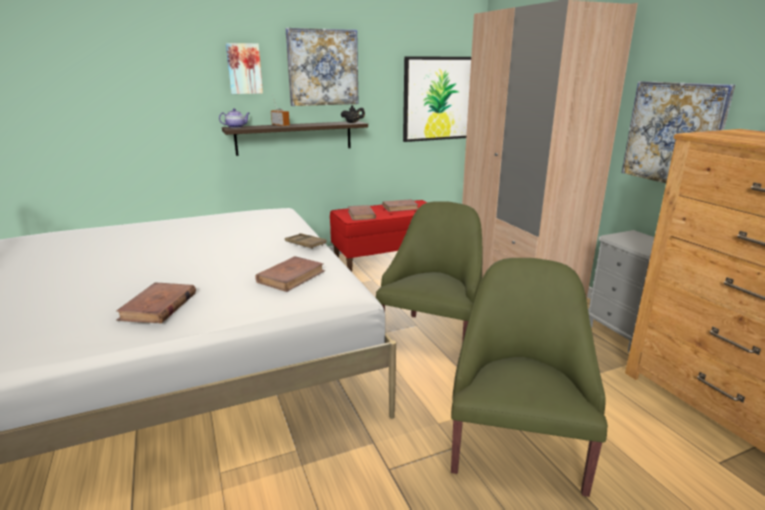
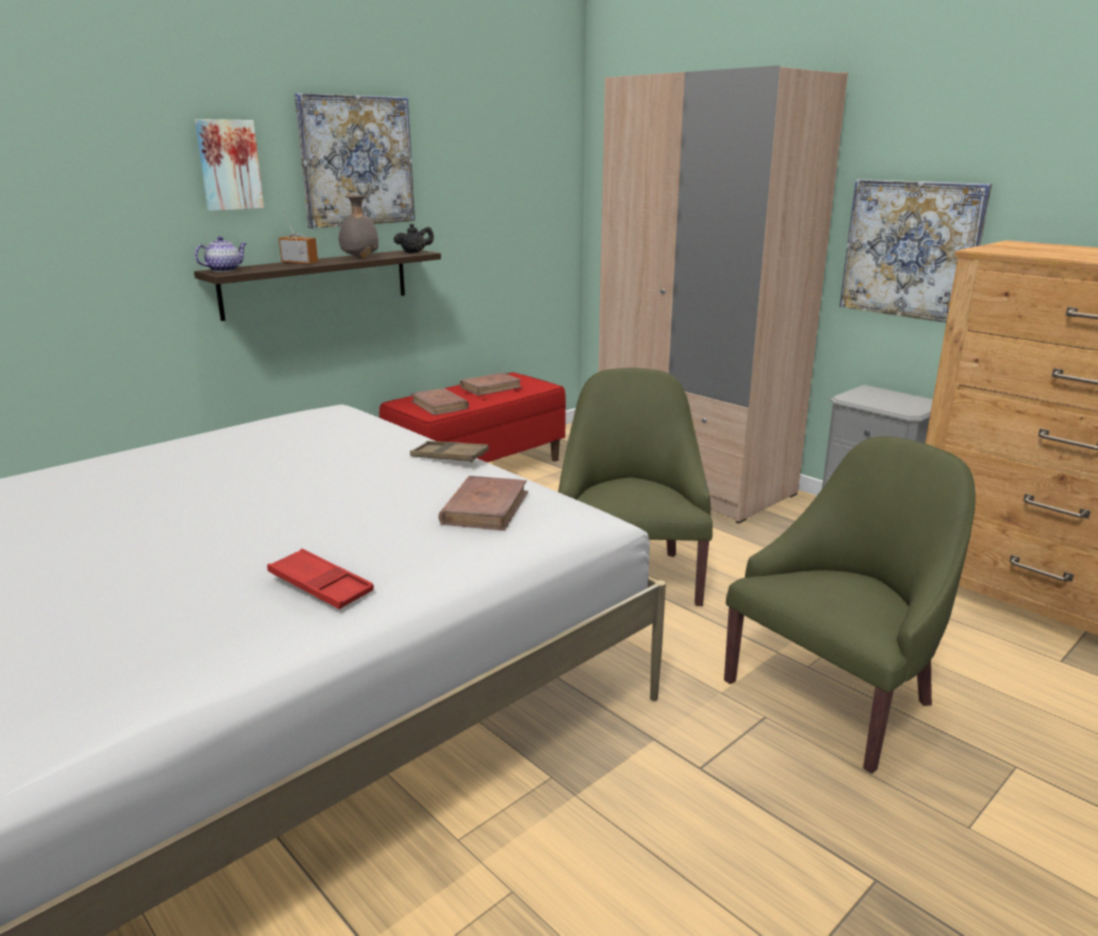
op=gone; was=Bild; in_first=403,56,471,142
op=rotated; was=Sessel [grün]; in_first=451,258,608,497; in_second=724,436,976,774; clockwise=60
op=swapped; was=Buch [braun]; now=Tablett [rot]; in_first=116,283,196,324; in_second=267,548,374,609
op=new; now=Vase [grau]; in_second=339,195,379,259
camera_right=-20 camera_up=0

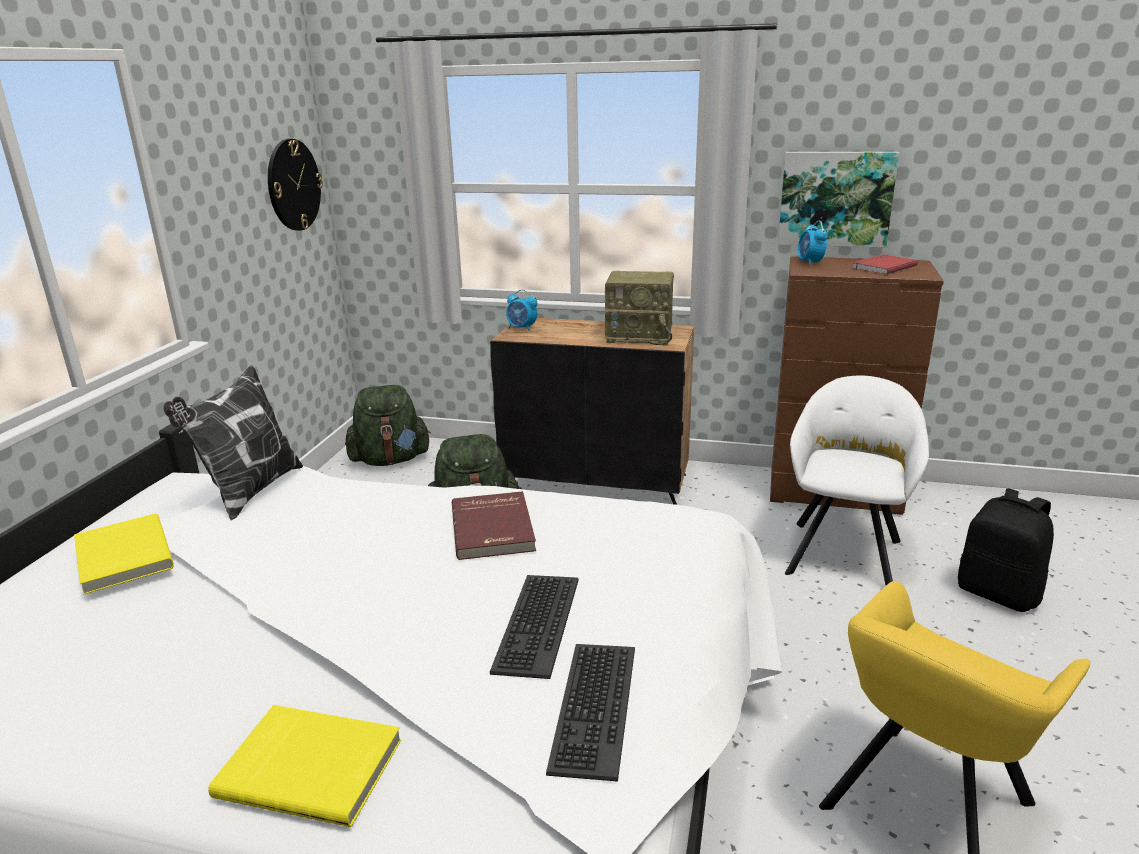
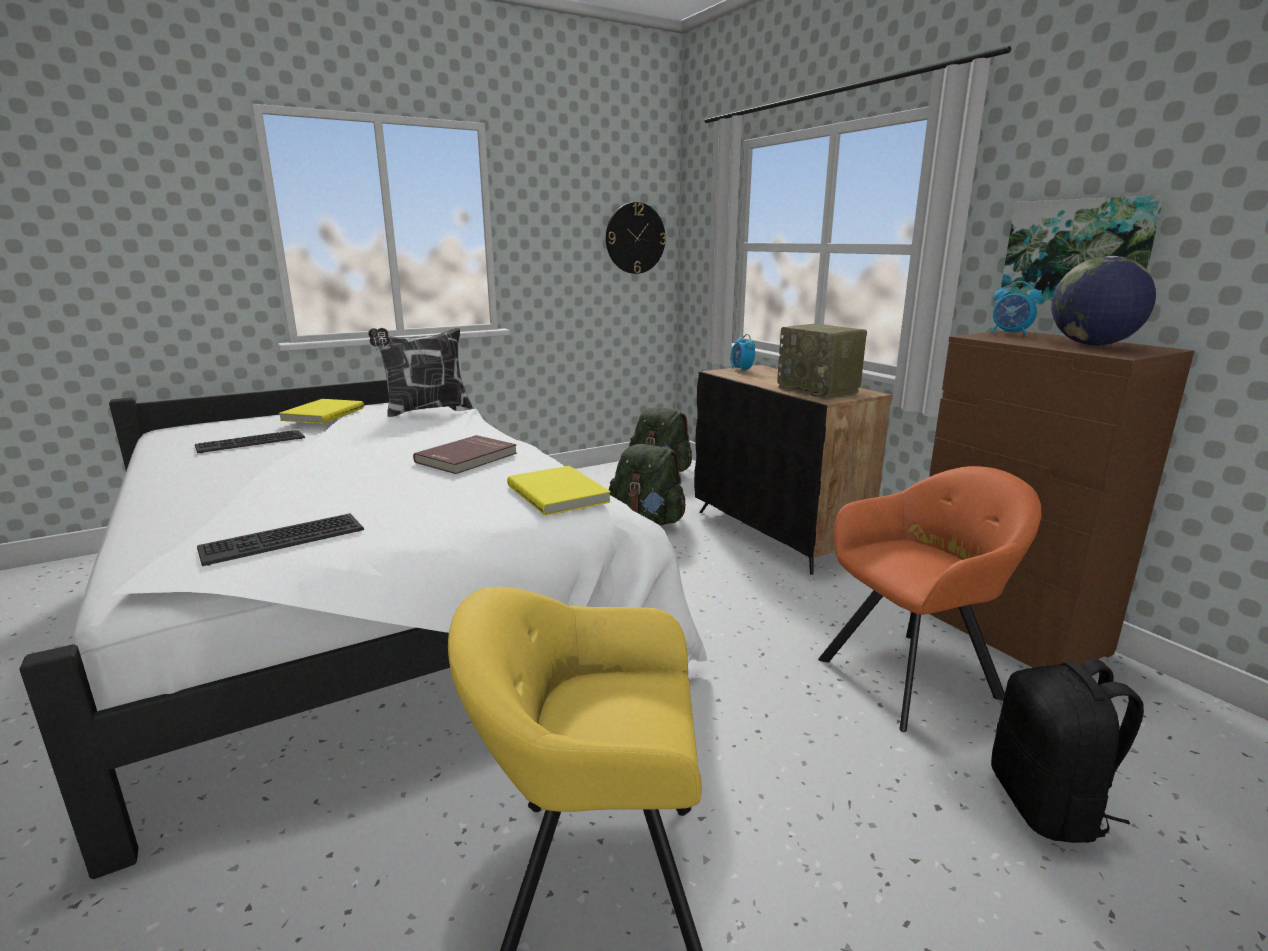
op=rotated; was=Wecker; in_first=798,221,828,266; in_second=991,281,1042,336; clockwise=-90
op=swapped; was=Buch [rot]; now=Globus; in_first=852,254,918,275; in_second=1051,256,1156,345
op=repainted; was=Sessel [weiß]; now=Sessel [orange]; in_first=785,376,929,585; in_second=818,466,1041,732
op=shifted; was=Tastatur; in_first=490,575,579,679; in_second=195,430,305,453
op=shifted; was=Buch [gelb]; in_first=208,705,401,827; in_second=507,466,611,516
camera_right=45 camera_up=-5

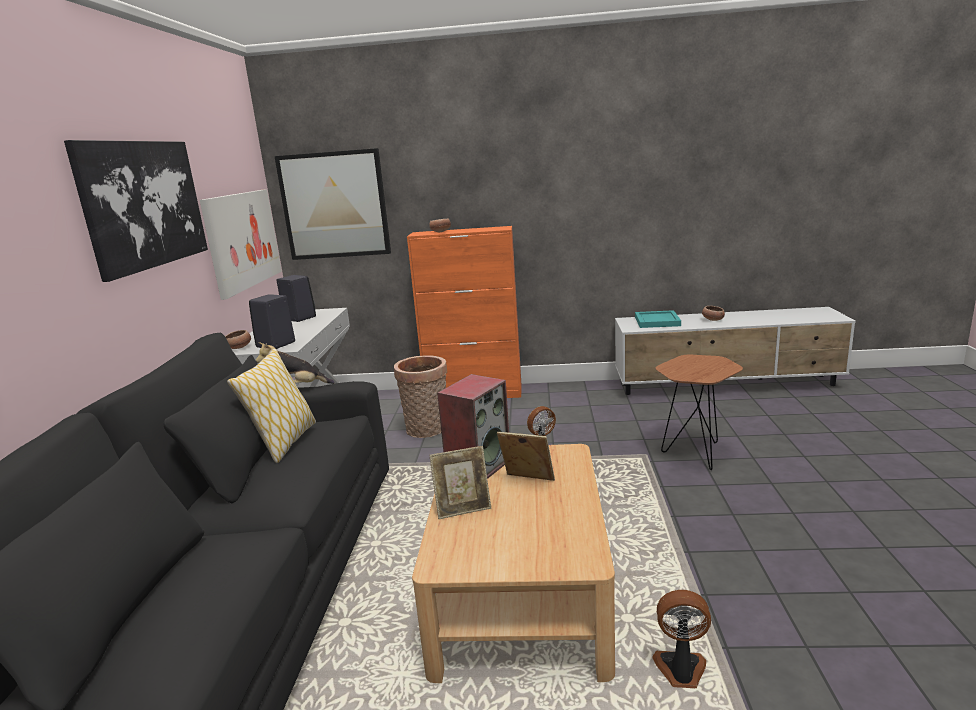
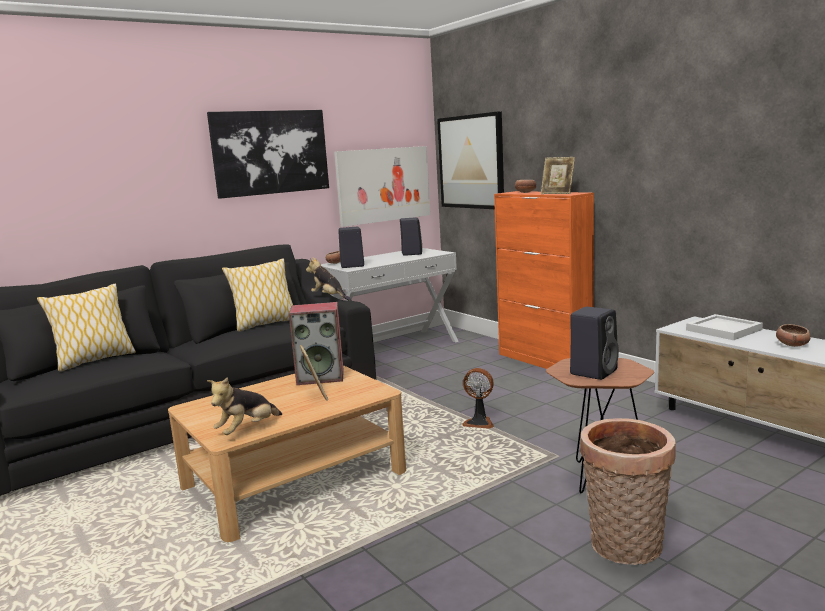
op=repainted; was=Tablett [türkis]; now=Tablett [weiß]; in_first=635,310,681,328; in_second=686,314,763,340
op=shifted; was=Korb; in_first=394,355,447,438; in_second=580,418,676,565
op=shifted; was=Bilderrahmen; in_first=429,446,491,519; in_second=541,157,575,194
op=gone; was=Ventilator; in_first=653,590,711,688
op=new; now=Kissen; in_second=37,284,136,372
op=new; now=Lautsprecher [schwarz]; in_second=570,307,619,380
op=new; now=Plüschtier; in_second=207,377,282,435
camera_right=50 camera_up=-5

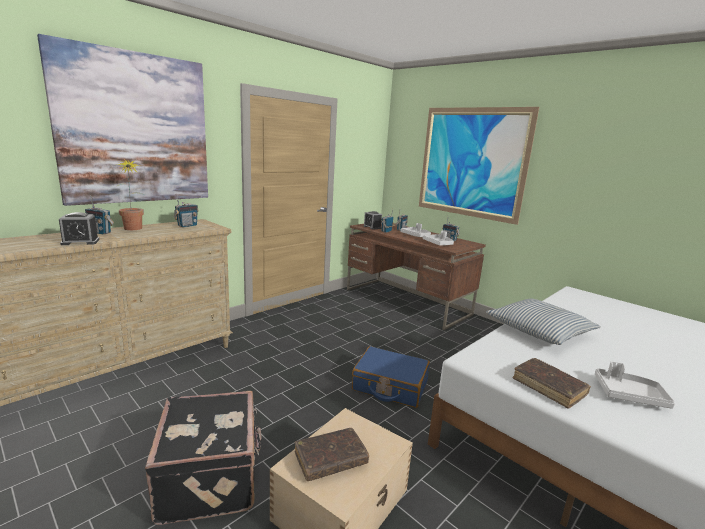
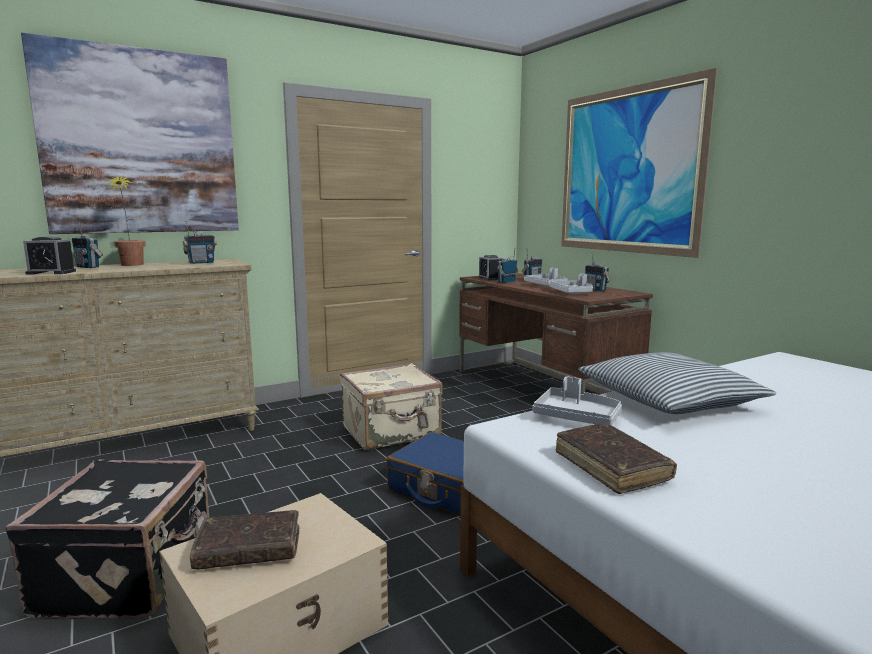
op=shifted; was=Tablett [grau]; in_first=595,361,675,409; in_second=533,376,622,426
op=new; now=Koffer [beige]; in_second=340,363,442,450
camera_right=15 camera_up=-5

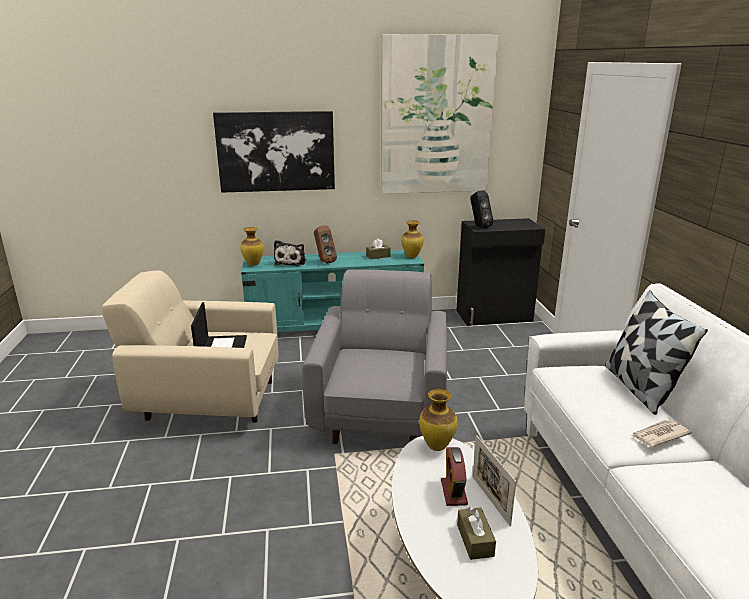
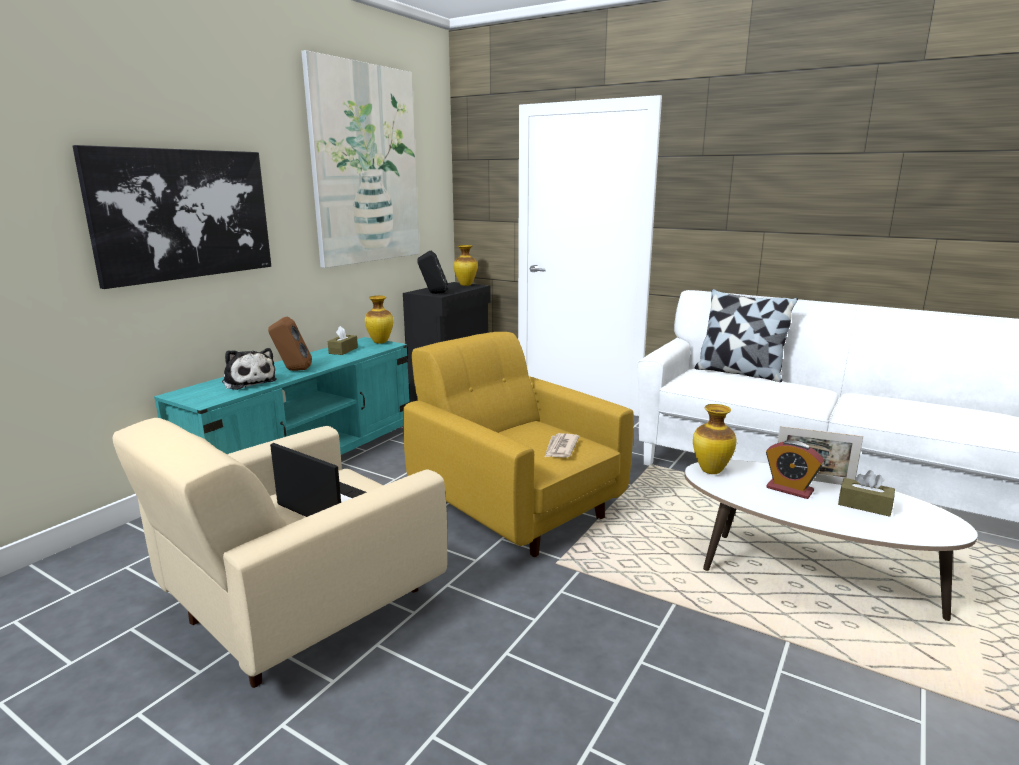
op=shifted; was=Vase; in_first=240,227,264,266; in_second=454,245,478,286
op=repainted; was=Sessel [grau]; now=Sessel [gelb]; in_first=302,269,447,444; in_second=403,332,634,557
op=shifted; was=Zeitung; in_first=631,420,692,447; in_second=544,433,579,458
camera_right=-50 camera_up=-5

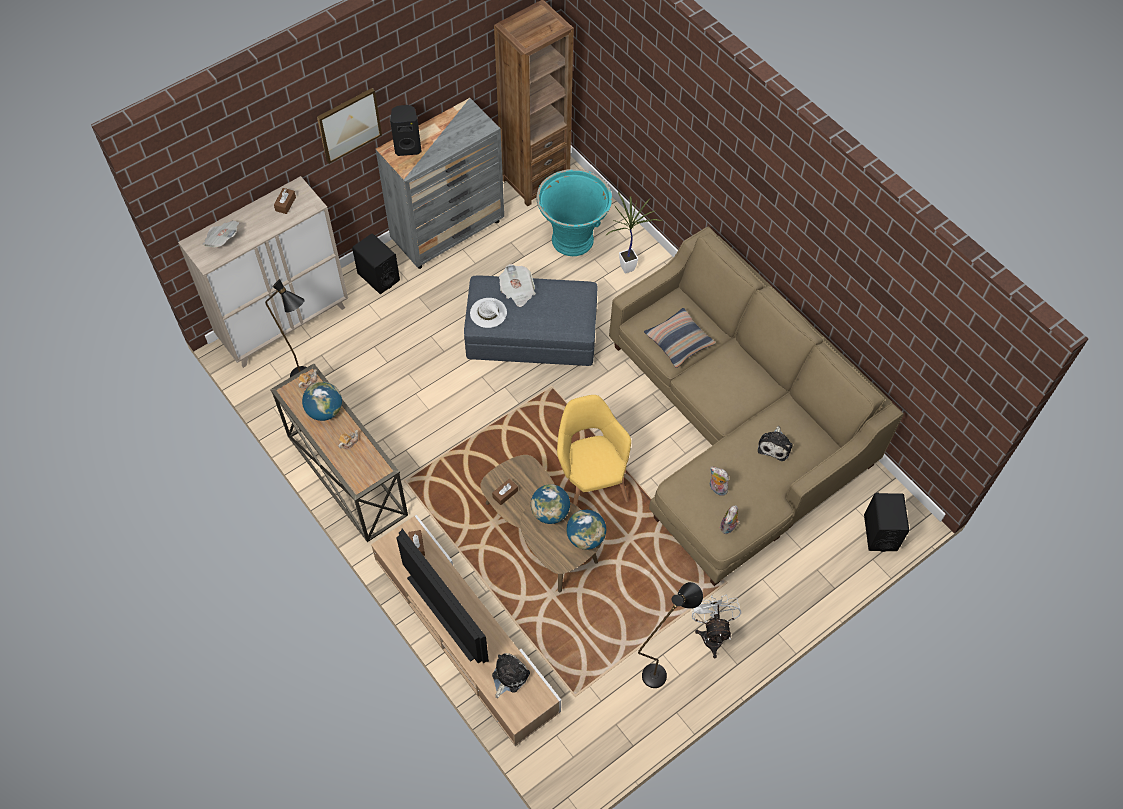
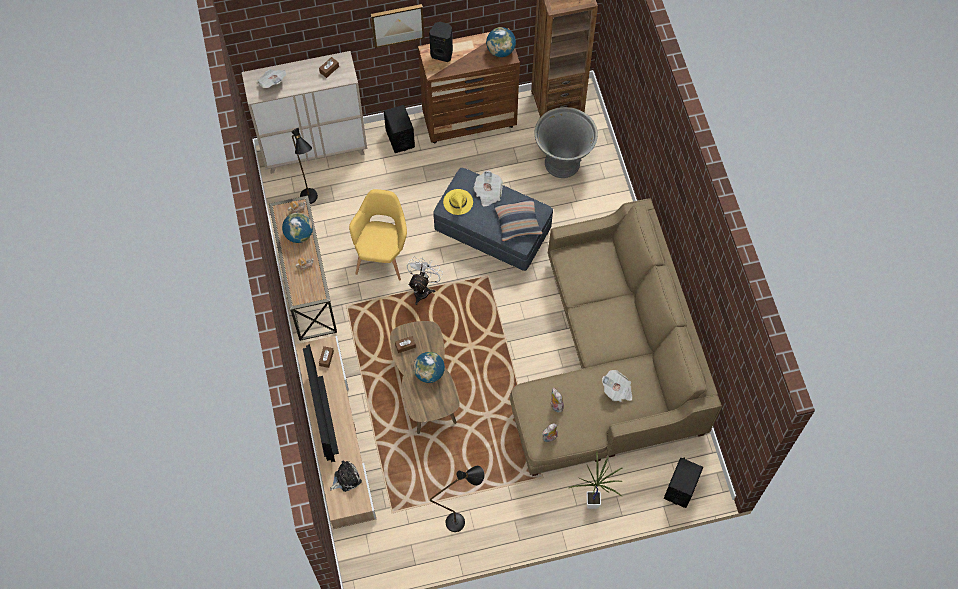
op=repainted; was=Kommode [grau]; now=Kommode [braun]; in_first=376,98,504,269; in_second=418,28,520,144
op=repainted; was=Pflanzkübel [türkis]; now=Pflanzkübel [grau]; in_first=536,169,612,256; in_second=534,107,598,178
op=shifted; was=Topfpflanze; in_first=606,191,662,274; in_second=569,452,623,509
op=repainted; was=Hut [weiß]; now=Hut [gelb]; in_first=470,298,507,328; in_second=443,189,473,215
op=shifted; was=Kissen; in_first=644,308,716,368; in_second=494,198,542,242
op=shifted; was=Sessel [gelb]; in_first=557,395,631,505; in_second=349,189,407,281
op=swapped; was=Plüschtier; now=Zeitung; in_first=758,426,793,461; in_second=602,370,632,402
op=shifted; was=Globus; in_first=566,510,606,550; in_second=486,27,516,57
op=shifted; was=Ventilator [weiß]; in_first=692,595,741,659; in_second=407,256,443,305
camera_right=25 camera_up=5

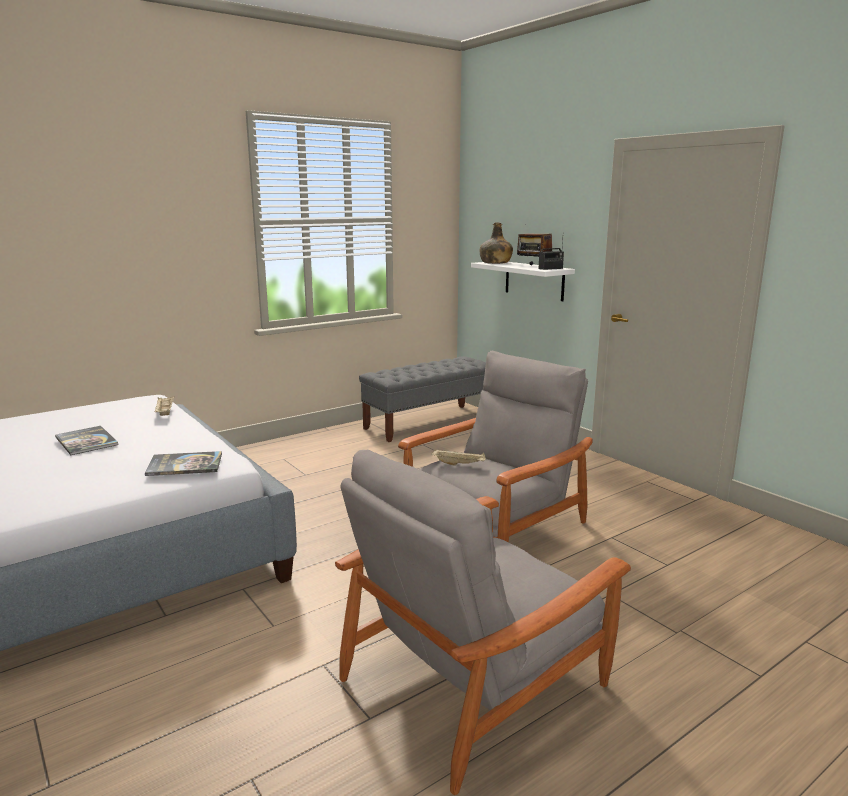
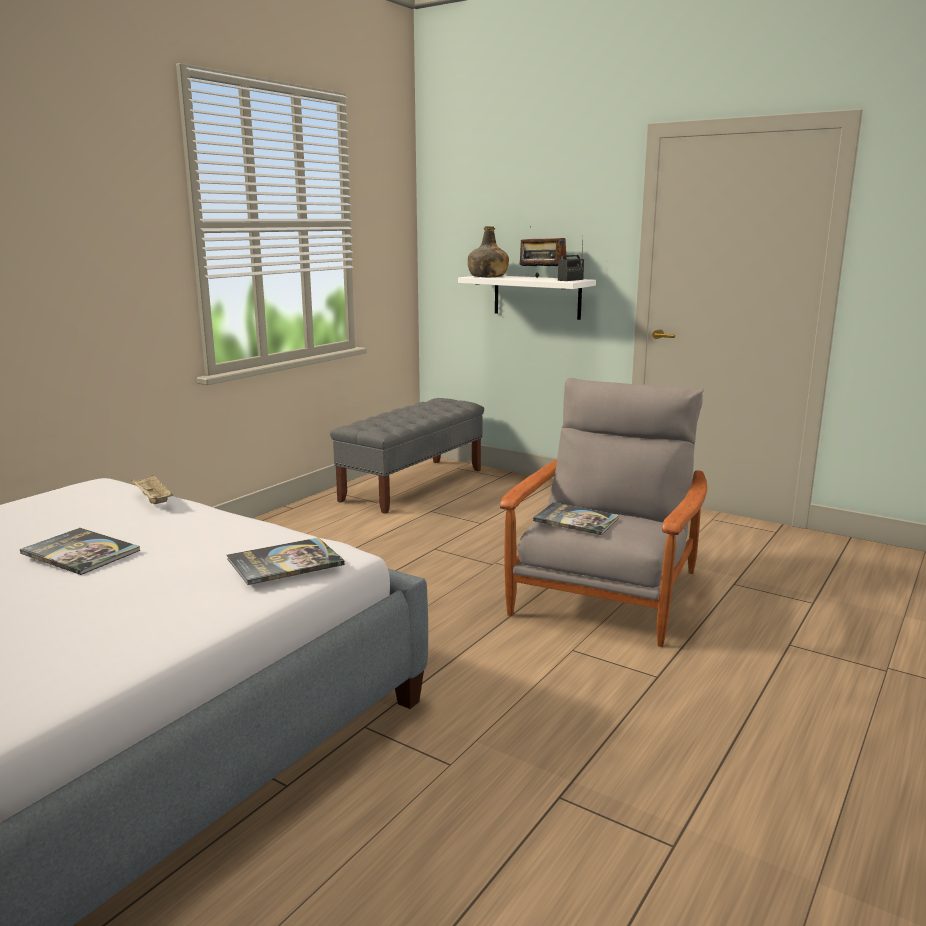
op=gone; was=Sessel [grau]; in_first=335,449,631,795
op=swapped; was=Tablett [beige]; now=Buch; in_first=431,449,485,466; in_second=533,502,619,535
camera_right=-20 camera_up=0

